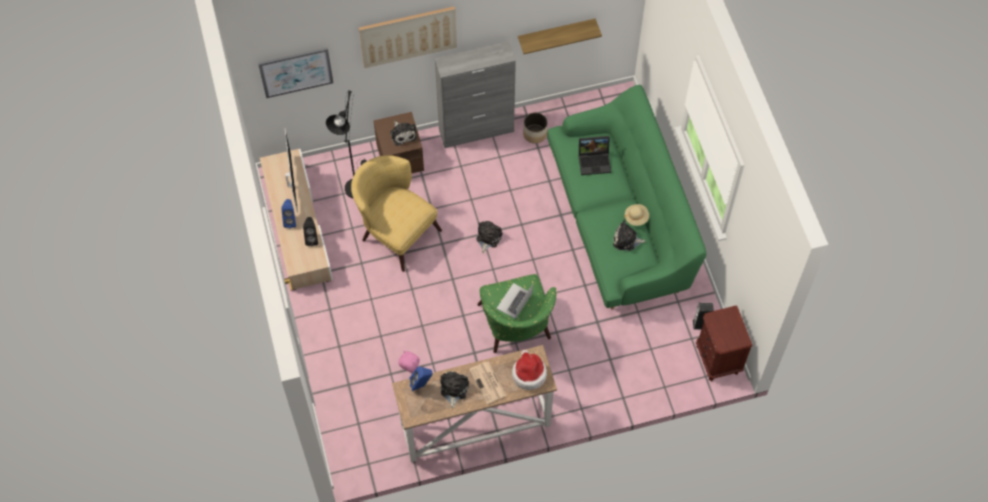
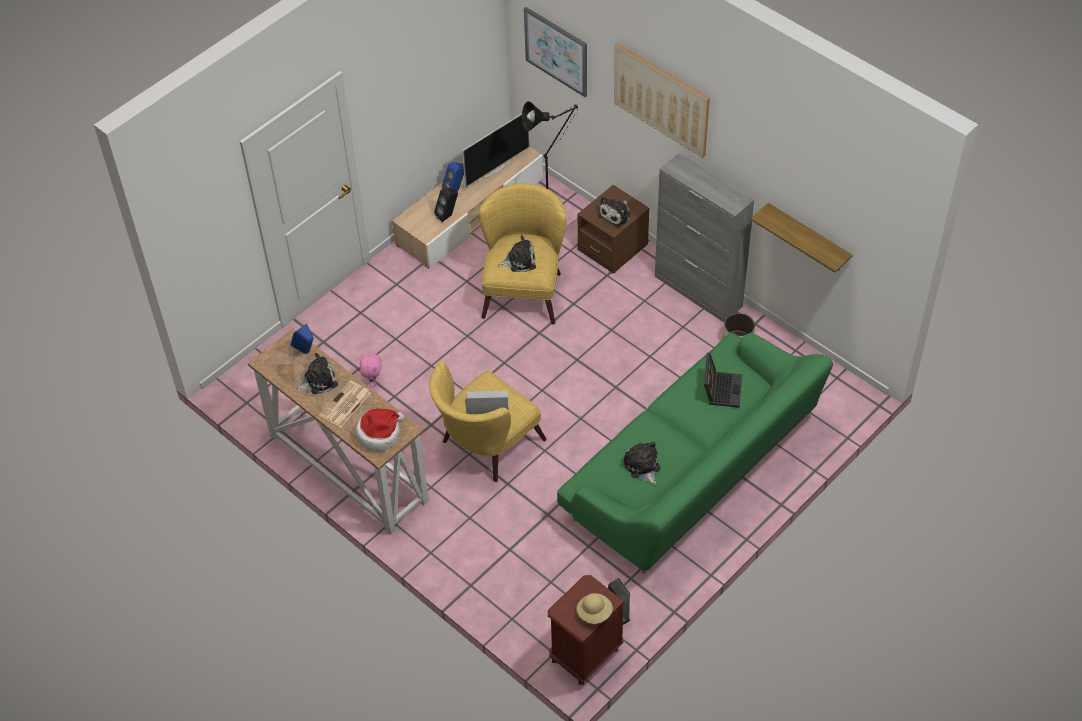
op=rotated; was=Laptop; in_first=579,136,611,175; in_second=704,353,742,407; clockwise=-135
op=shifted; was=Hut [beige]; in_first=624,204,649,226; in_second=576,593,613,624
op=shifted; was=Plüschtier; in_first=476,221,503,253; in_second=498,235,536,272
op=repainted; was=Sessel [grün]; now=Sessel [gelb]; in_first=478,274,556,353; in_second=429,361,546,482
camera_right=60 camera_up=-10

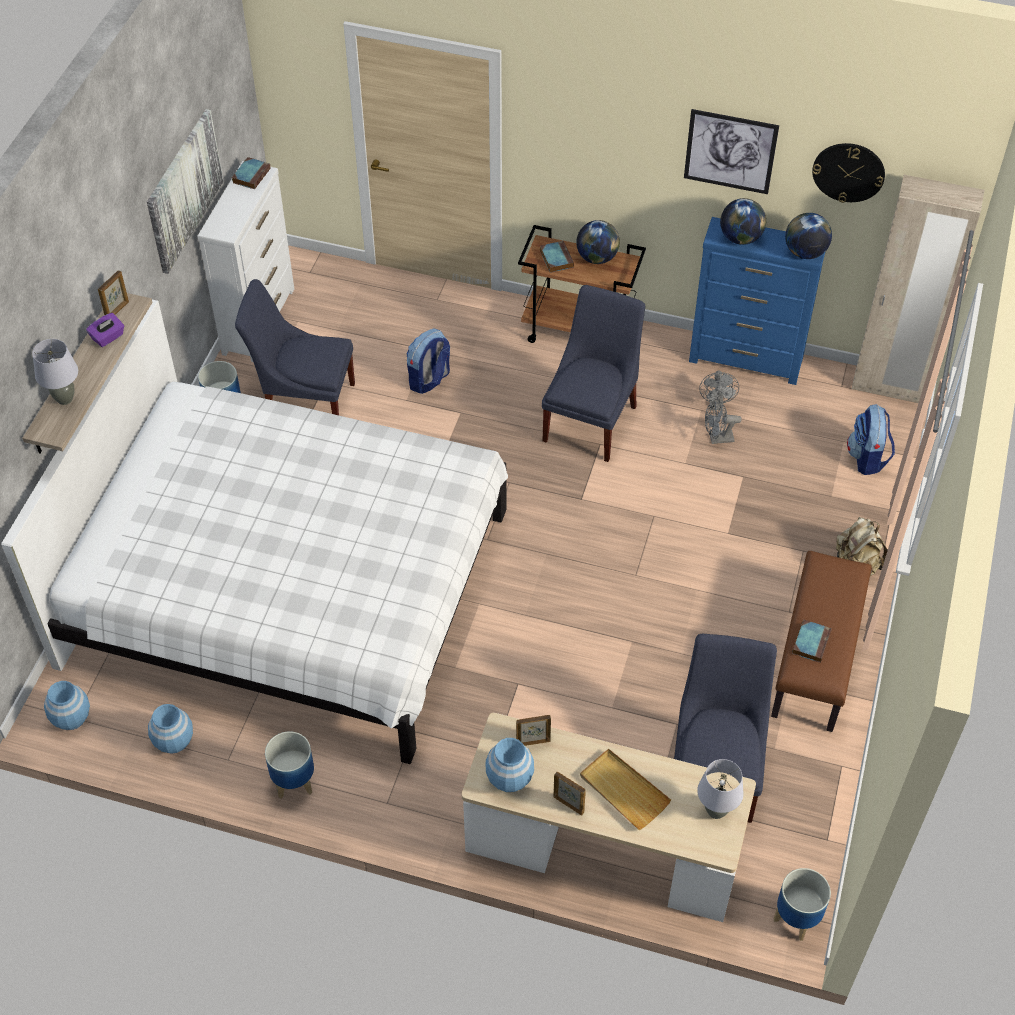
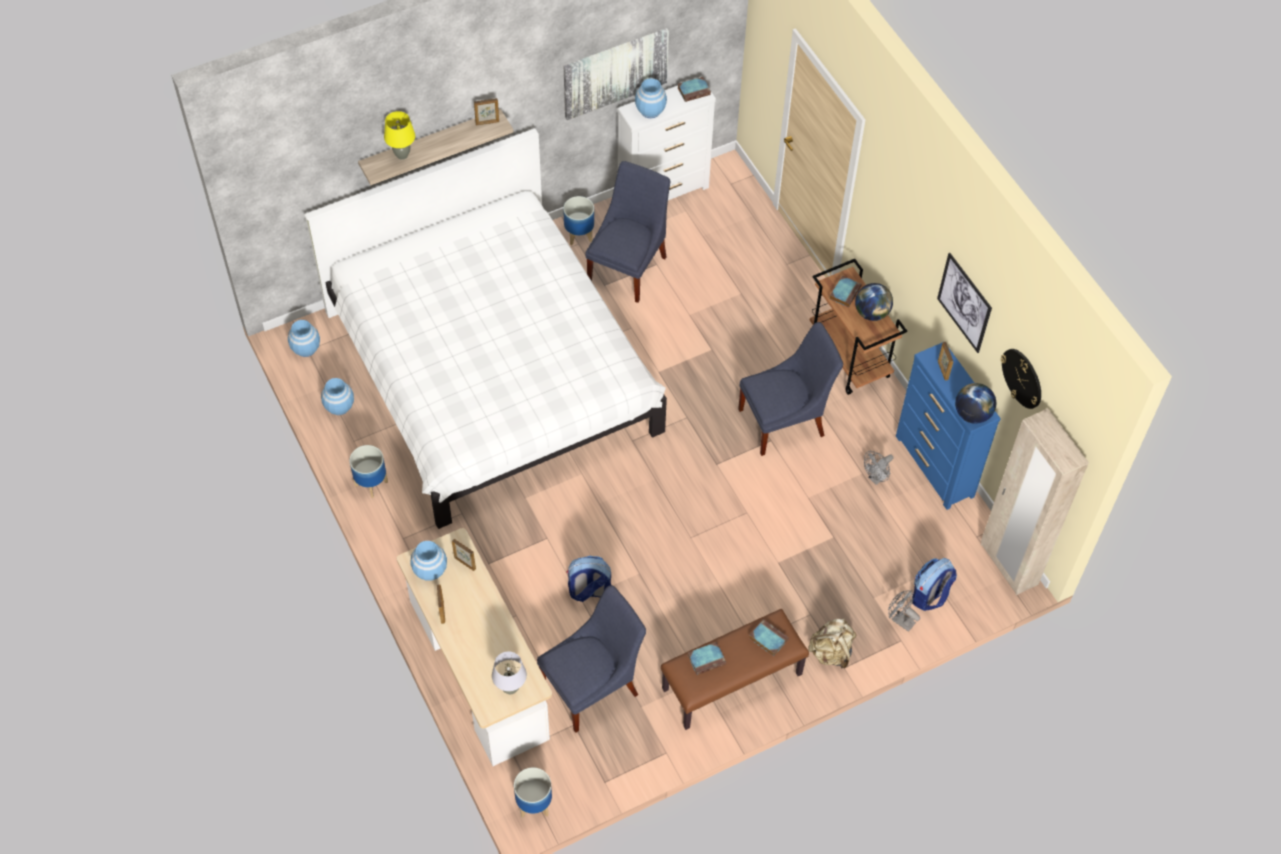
op=swapped; was=Globus; now=Bilderrahmen; in_first=720,198,766,245; in_second=938,342,954,381
op=rotated; was=Stuhl [blau]; in_first=235,279,355,415; in_second=586,161,671,303; clockwise=60
op=gone; was=Taschentuchbox [lila]; in_first=86,313,124,347
op=shifted; was=Rucksack; in_first=406,329,450,394; in_second=566,556,611,602
op=repainted; was=Tischlampe [grau]; now=Tischlampe [gelb]; in_first=32,339,78,405; in_second=384,111,415,160
op=shifted; was=Ventilator [grau]; in_first=705,399,742,444; in_second=888,590,920,632
op=gone; was=Tablett [beige]; in_first=580,749,671,830
op=new; now=Vase [blau]; in_second=635,78,667,118
op=new; now=Buch; in_second=749,619,789,656
camera_right=45 camera_up=5

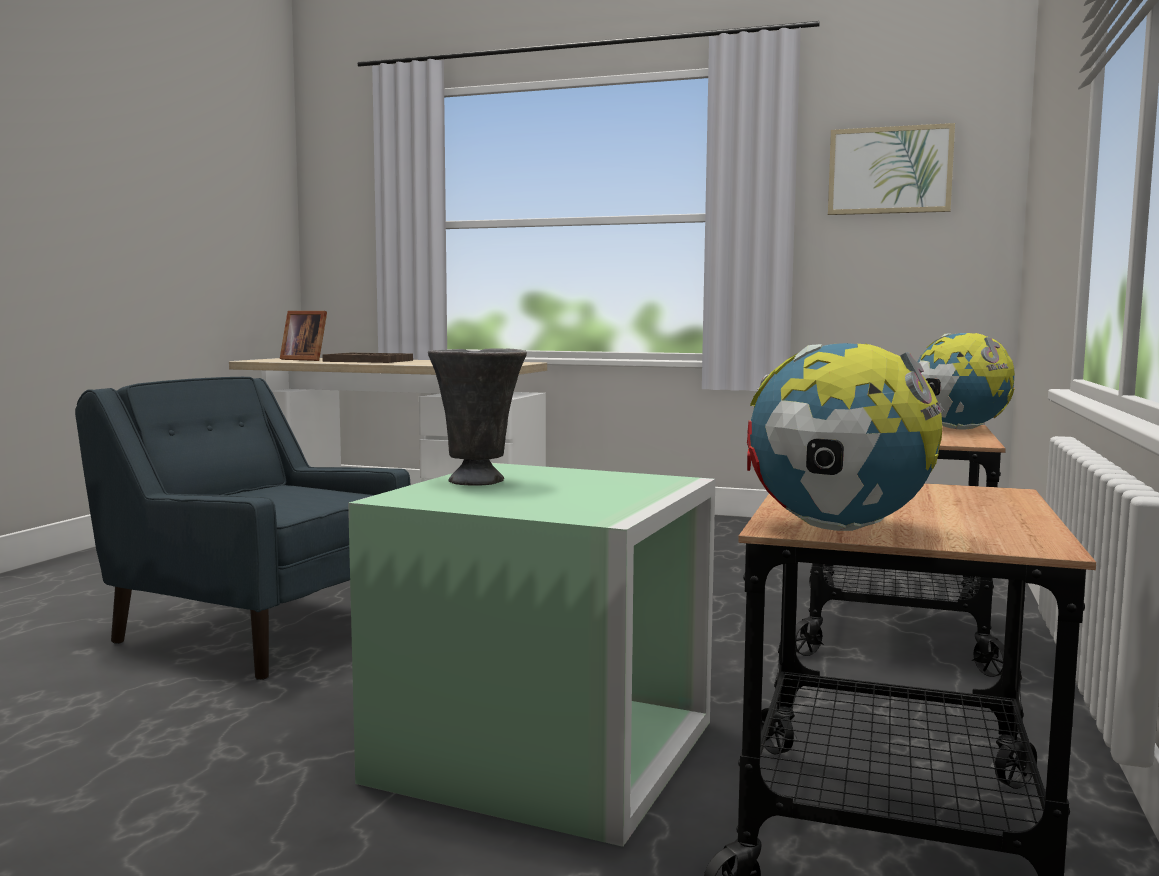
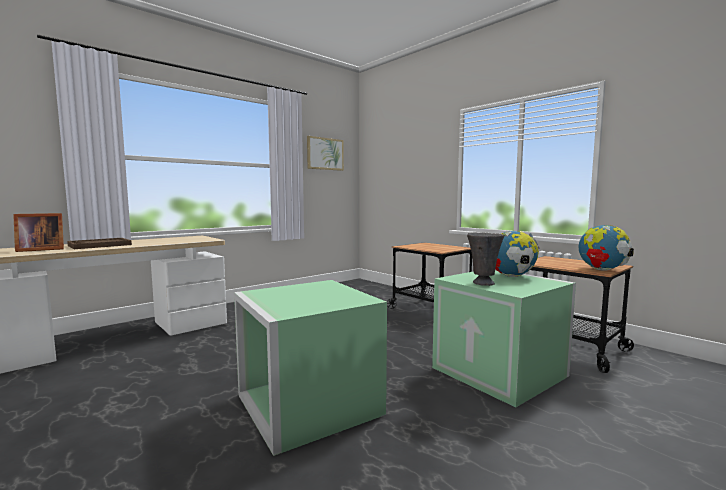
op=shifted; was=Globus; in_first=918,333,1015,430; in_second=495,231,540,277
op=swapped; was=Sessel [blau]; now=Aufbewahrungsbox [grün]; in_first=75,377,410,680; in_second=234,280,387,456
camera_right=-60 camera_up=0

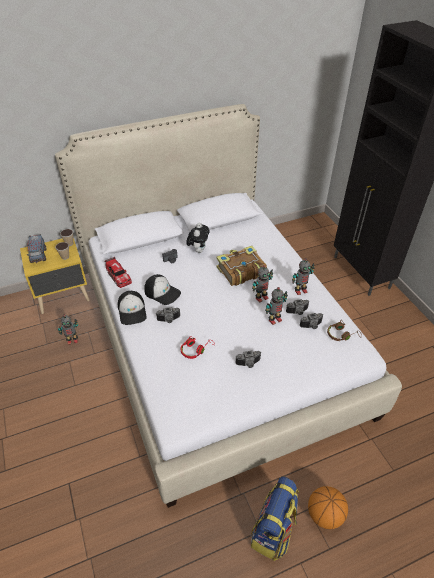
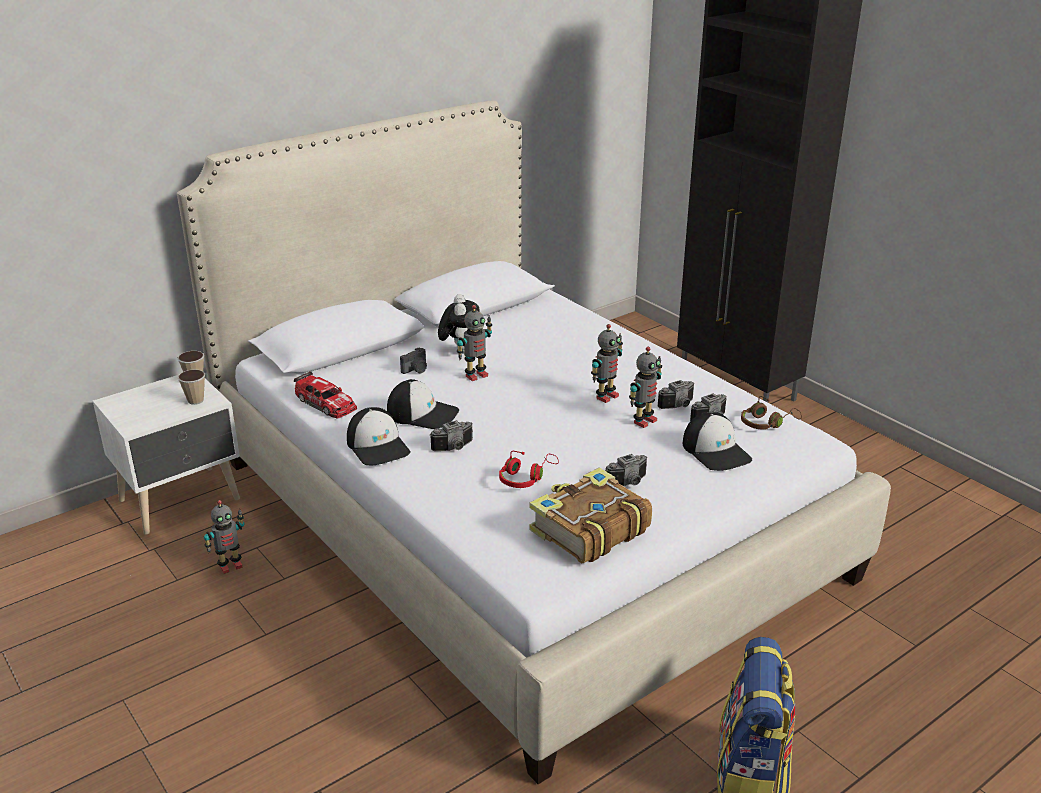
op=gone; was=Spielzeuglaster; in_first=27,234,47,264
op=repainted; was=Nachttisch [gelb]; now=Nachttisch [weiß]; in_first=20,238,90,314; in_second=93,374,240,535
op=shifted; was=Buch; in_first=217,246,267,286; in_second=529,467,652,564
op=shifted; was=Spielzeugroboter; in_first=292,258,315,295; in_second=457,305,492,381
op=gone; was=Basketball; in_first=308,486,348,529
op=new; now=Kappe; in_second=683,412,752,471
camera_right=-15 camera_up=-15

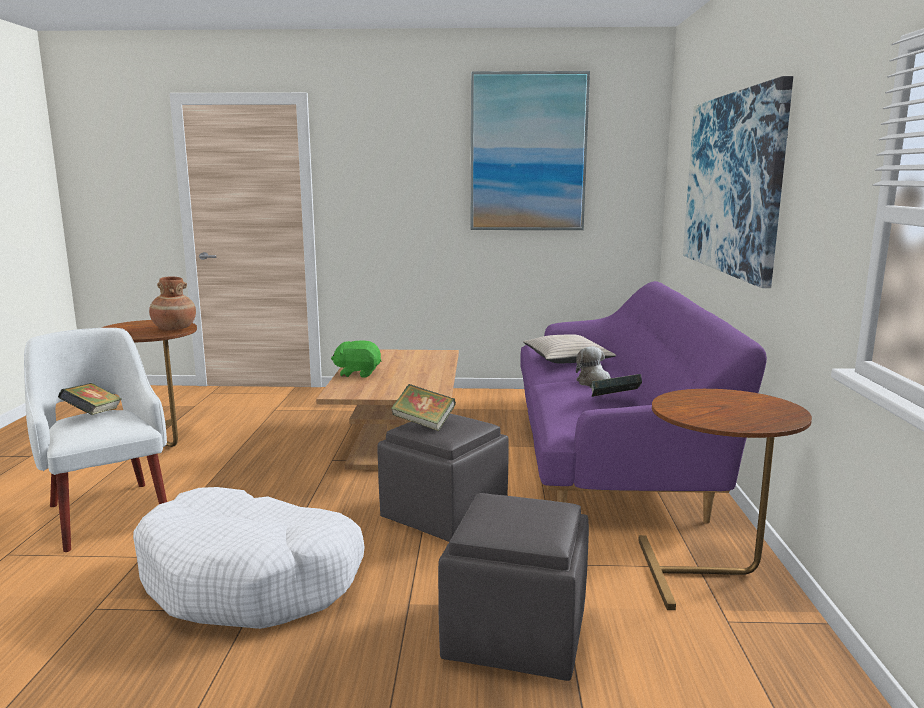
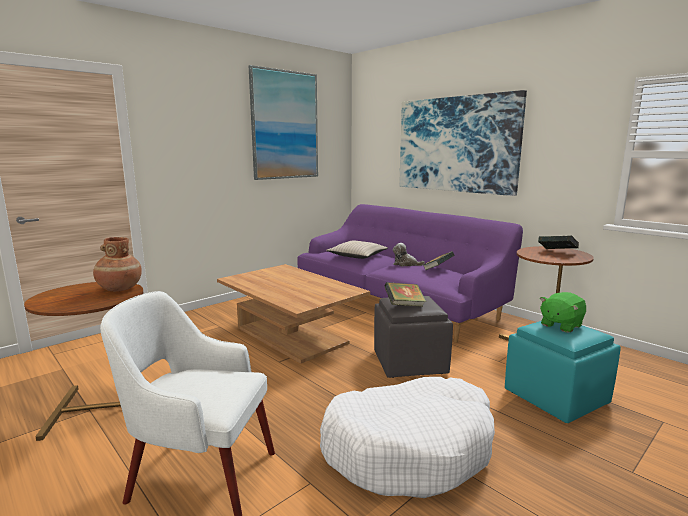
op=shifted; was=Plüschtier [grün]; in_first=331,340,381,378; in_second=540,292,586,332
op=shifted; was=Buch; in_first=58,383,122,415; in_second=538,235,579,249
op=repainted; was=Polsterhocker [grau]; now=Polsterhocker [türkis]; in_first=438,493,589,681; in_second=505,321,621,423
camera_right=-45 camera_up=0

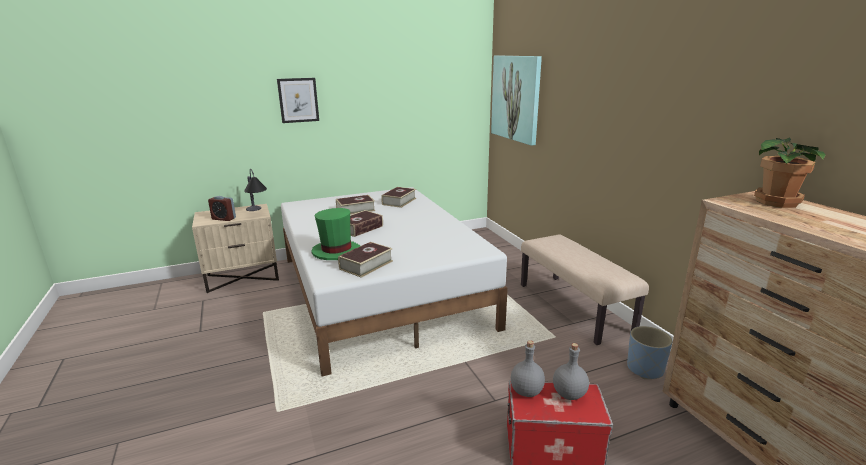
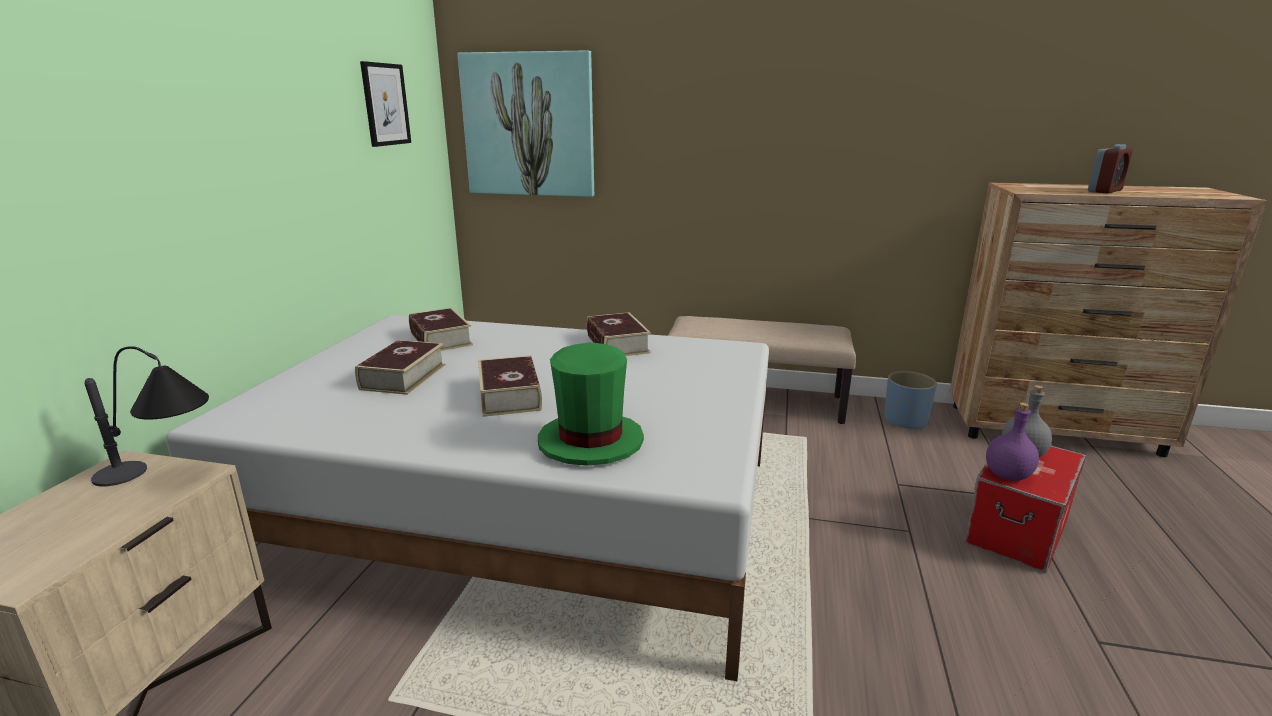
op=shifted; was=Bild; in_first=277,78,319,123; in_second=360,61,411,147
op=gone; was=Topfpflanze; in_first=754,138,826,208
op=shifted; was=Wecker; in_first=208,196,236,221; in_second=1088,144,1133,193
op=shifted; was=Buch; in_first=338,242,393,278; in_second=587,312,651,356
op=repainted; was=Flasche [grau]; now=Flasche [lila]; in_first=511,340,545,397; in_second=986,403,1039,481
camera_right=-55 camera_up=0

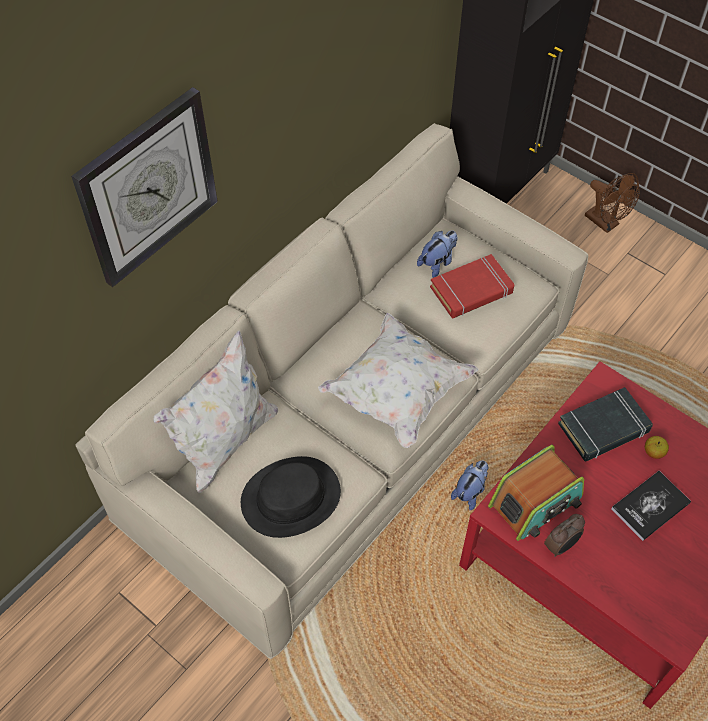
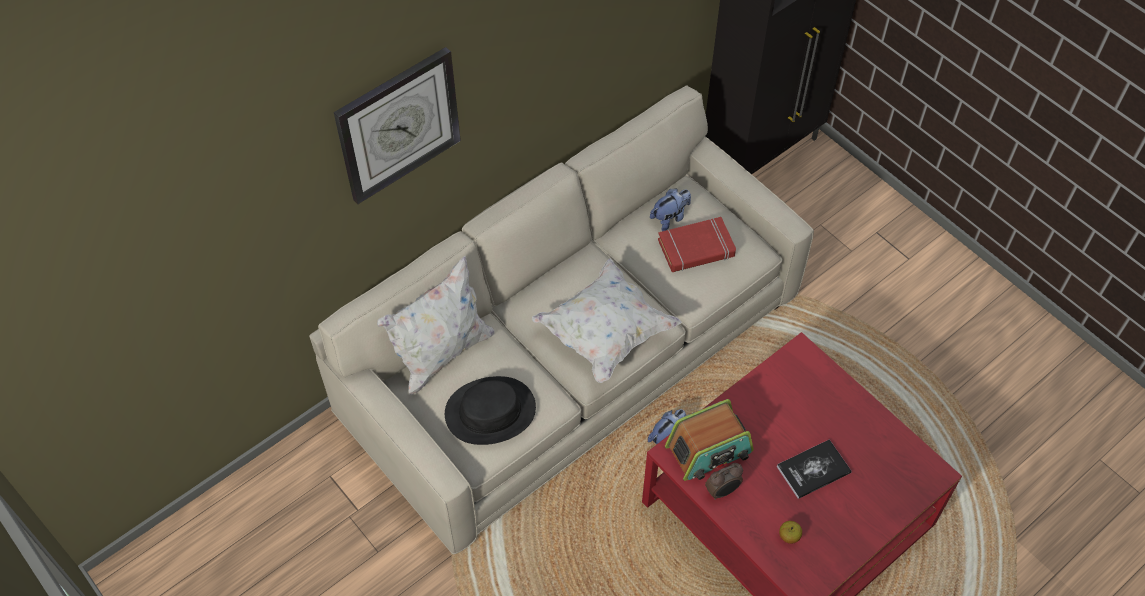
op=gone; was=Ventilator [braun]; in_first=585,173,640,233
op=gone; was=Buch [schwarz]; in_first=558,387,653,461
op=shifted; was=Apfel; in_first=645,436,669,459; in_second=779,521,802,544
camera_right=10 camera_up=0

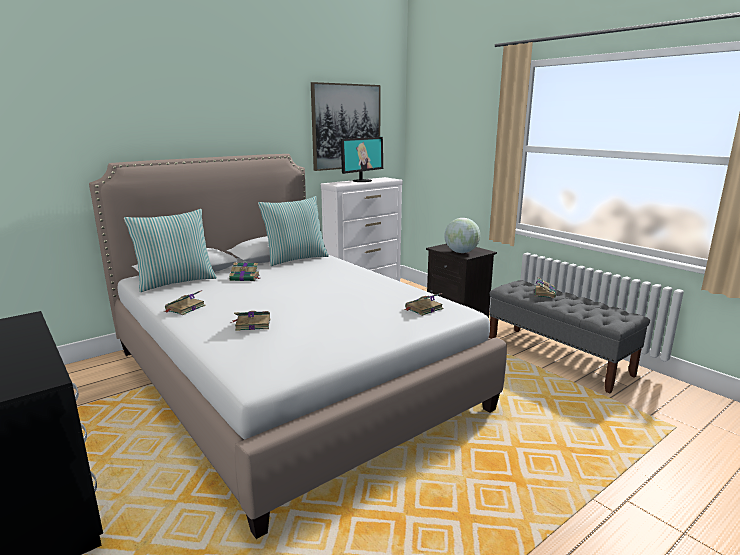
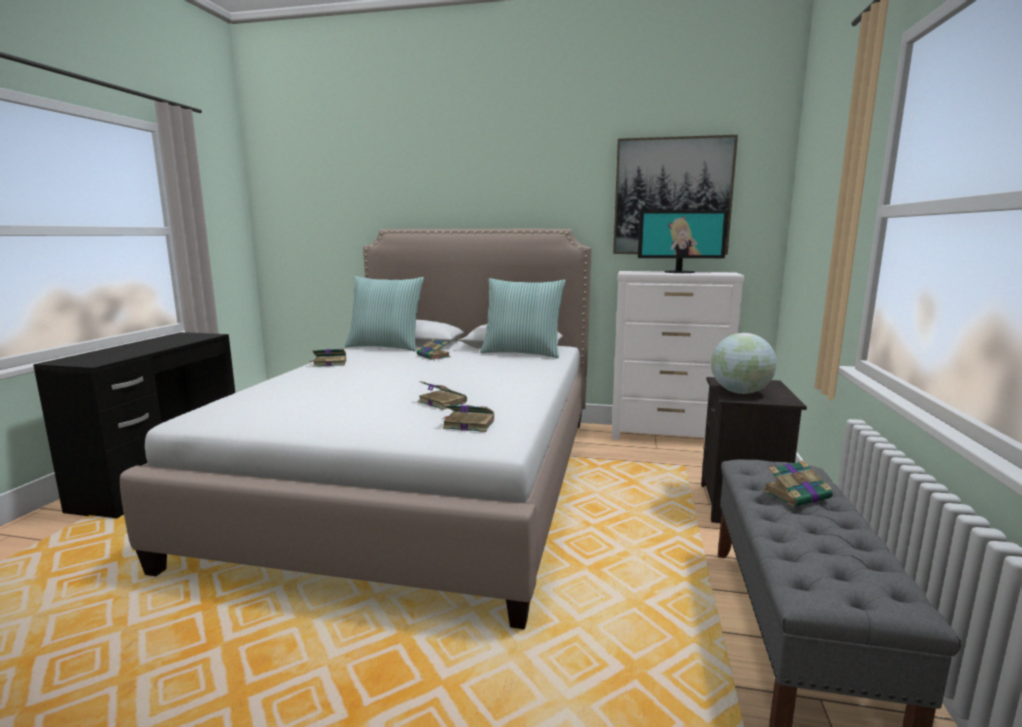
op=shifted; was=Buch; in_first=232,311,270,331; in_second=418,381,467,410
camera_right=50 camera_up=-5

